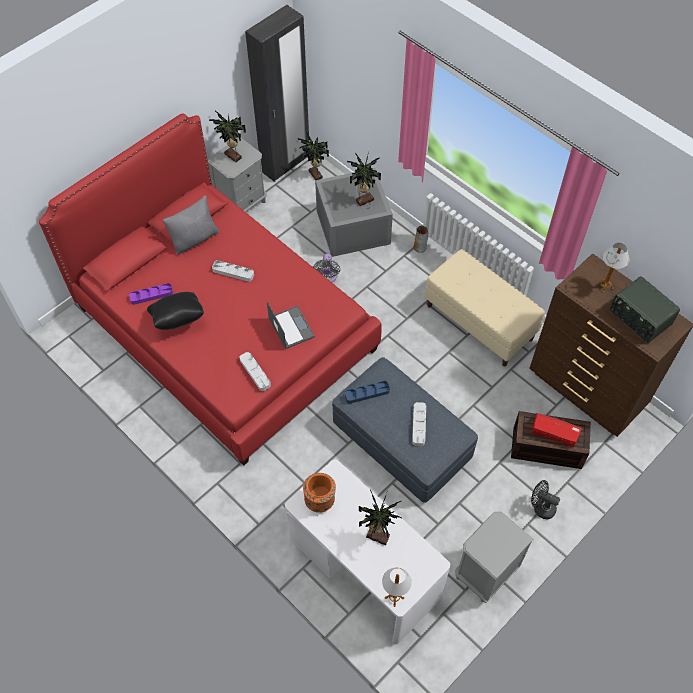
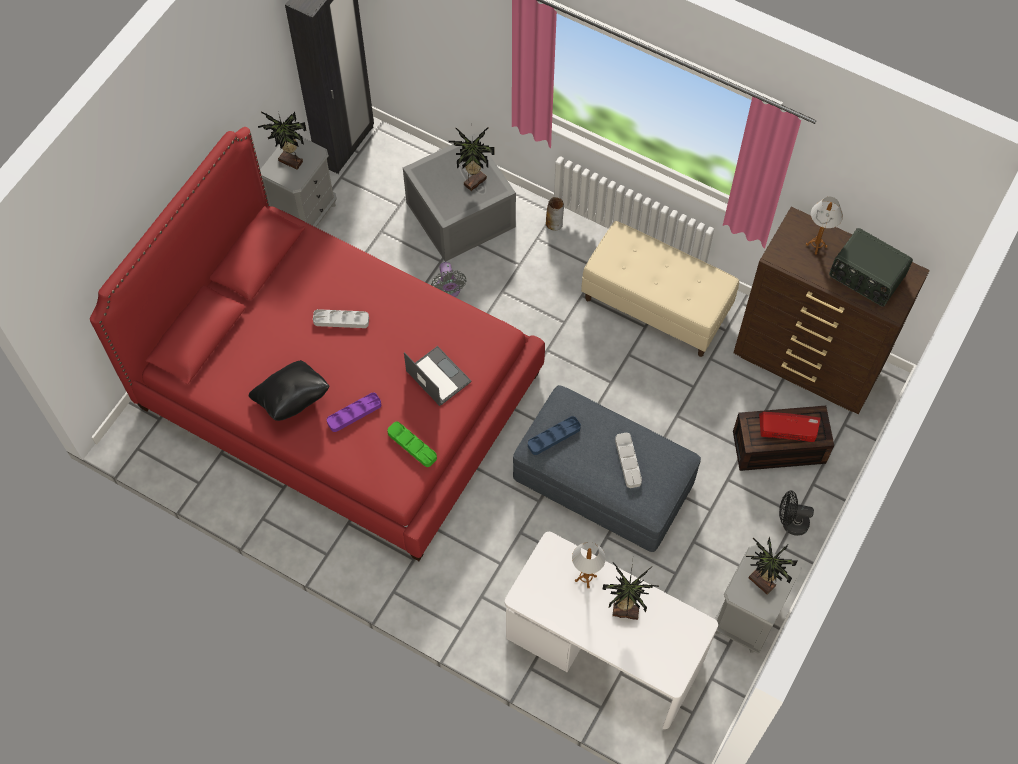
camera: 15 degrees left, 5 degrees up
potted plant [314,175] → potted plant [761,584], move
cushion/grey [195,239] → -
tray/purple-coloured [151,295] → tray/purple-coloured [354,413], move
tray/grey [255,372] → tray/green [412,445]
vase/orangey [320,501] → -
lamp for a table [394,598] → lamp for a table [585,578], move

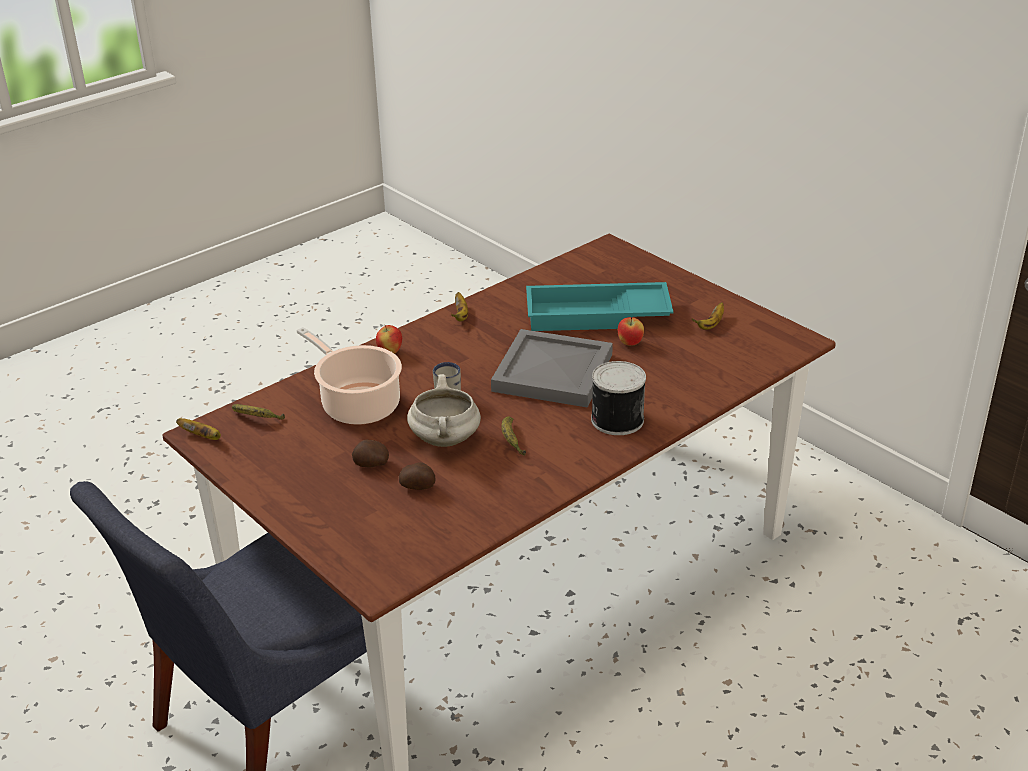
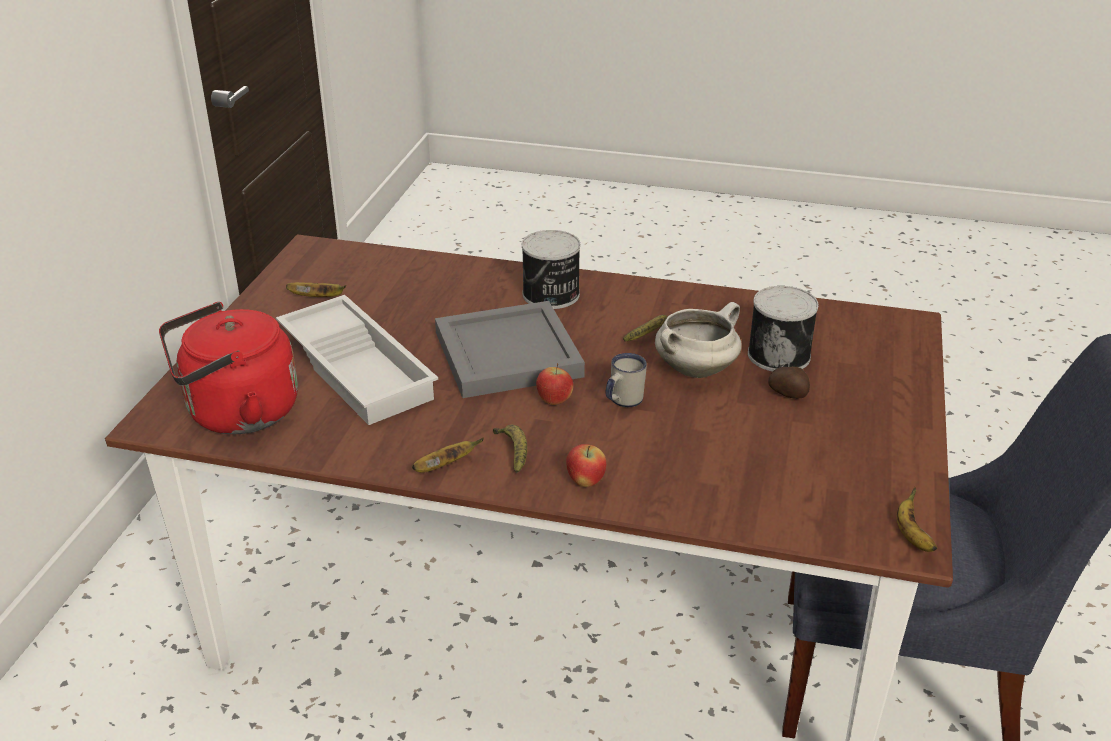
camera: 125 degrees left, 0 degrees up
tray/turquoise [596,316] → tray/whitish [360,368]
apple [630,343] → apple [554,401], move
saucepot [357,404] → -
whole banana [256,418] → whole banana [513,452], move
potato [418,487] → can [779,354]
- → kettle/reddish [236,414]

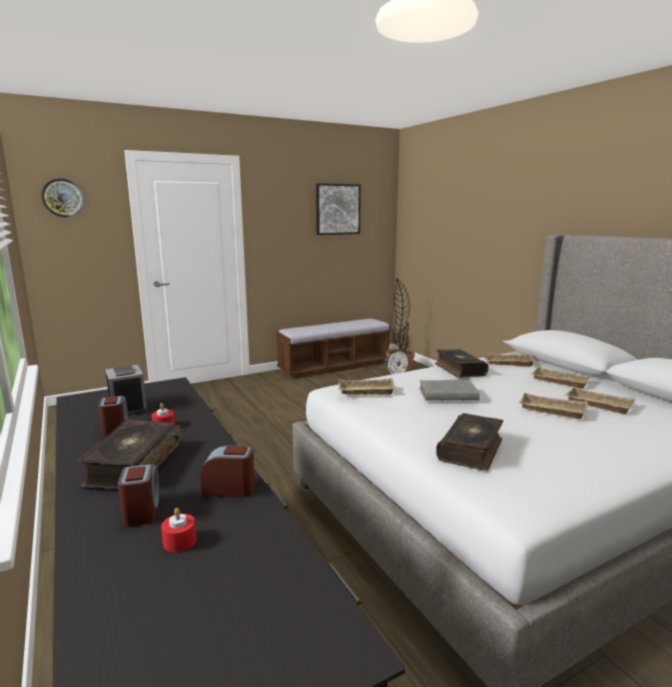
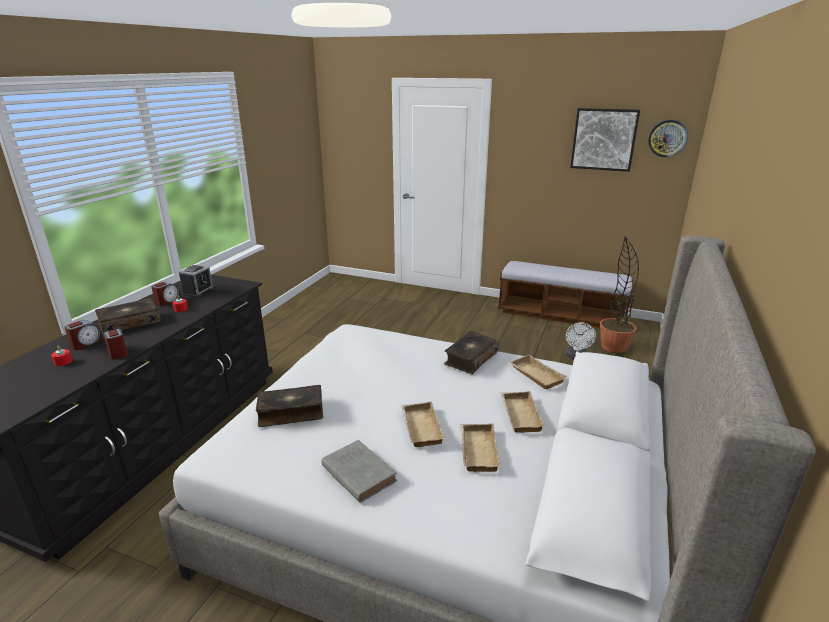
camera: 50 degrees right, 10 degrees up
wall clock [63,198] → wall clock [667,138], move
tray/beige-coloured [365,391] → -
volume/grey [446,394] → volume/grey [357,473], move

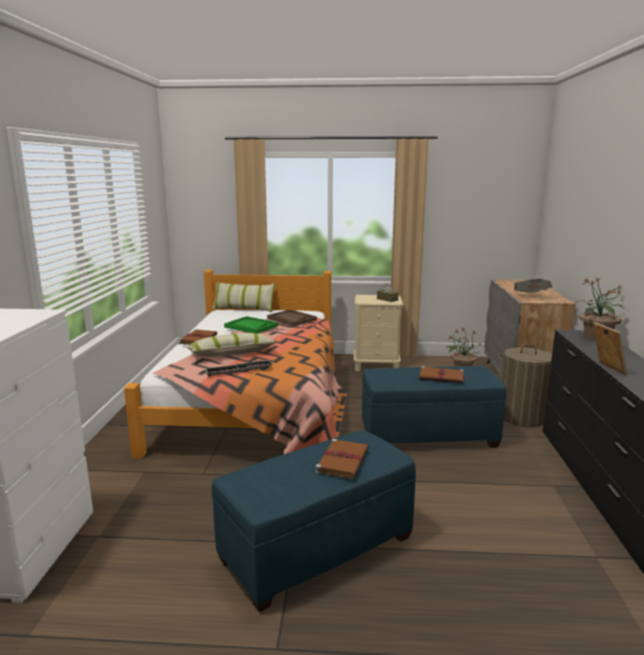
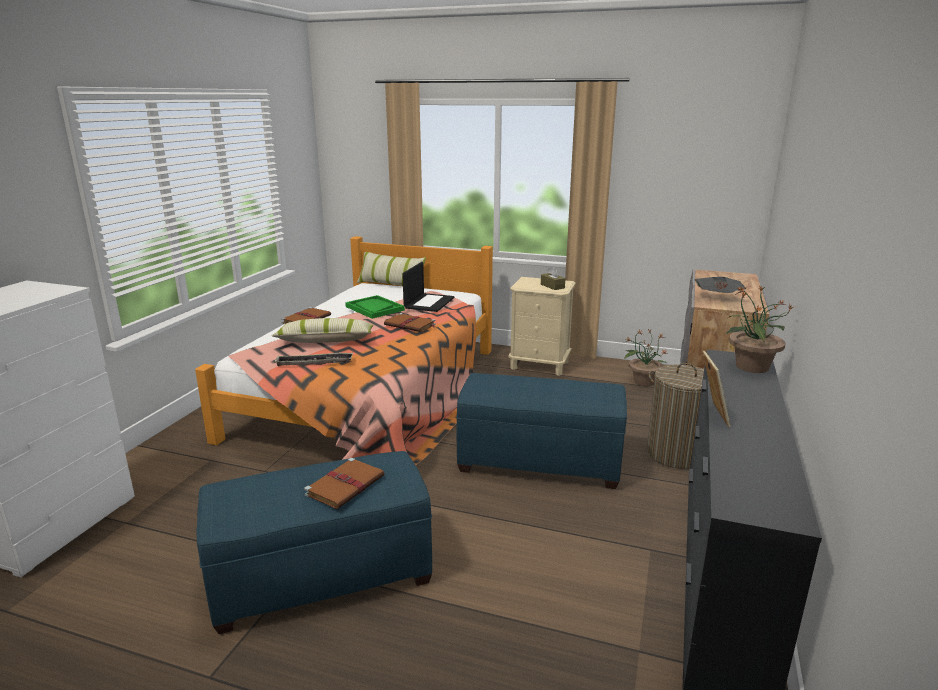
camera: 15 degrees right, 5 degrees up
tray/brownish [291,319] → portable computer [429,302]
volume/brownish [442,377] → volume/brownish [410,325], move

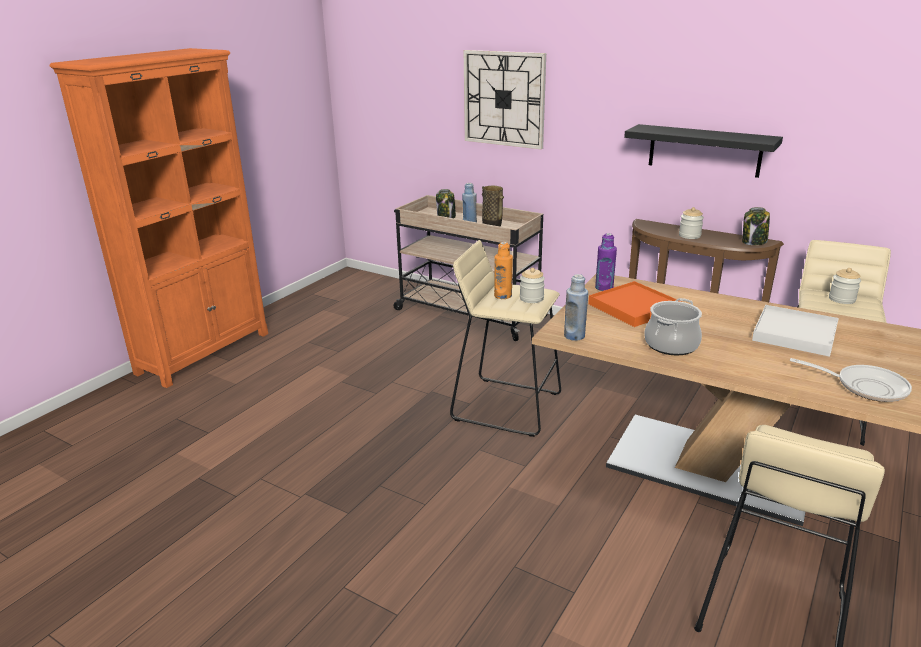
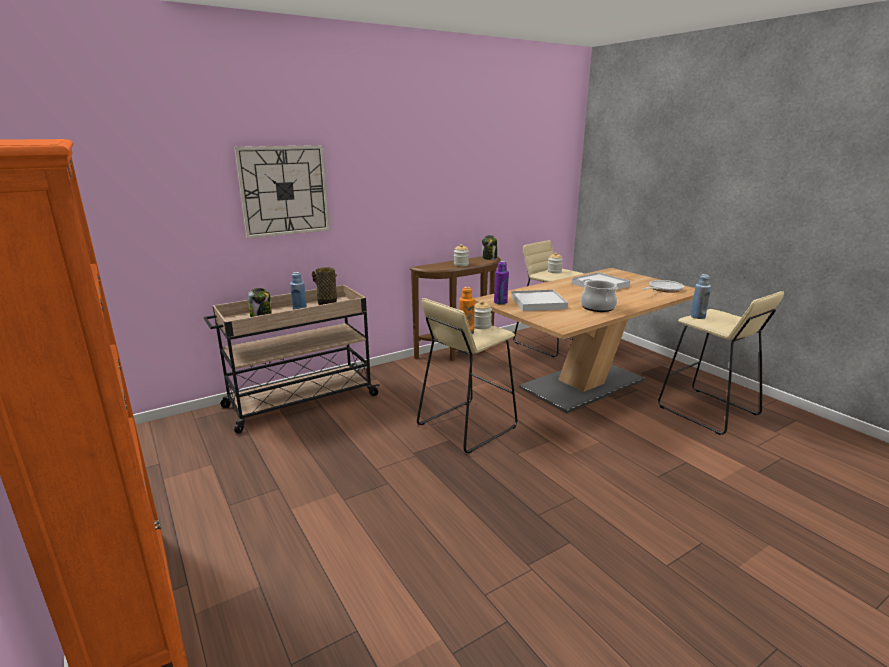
camera: 65 degrees left, 5 degrees down
shelf/black-coloured [704,150] → -
drink bottle/blue [574,336] → drink bottle/blue [697,317], move
tray/orangey [634,307] → tray/whitish [538,303]

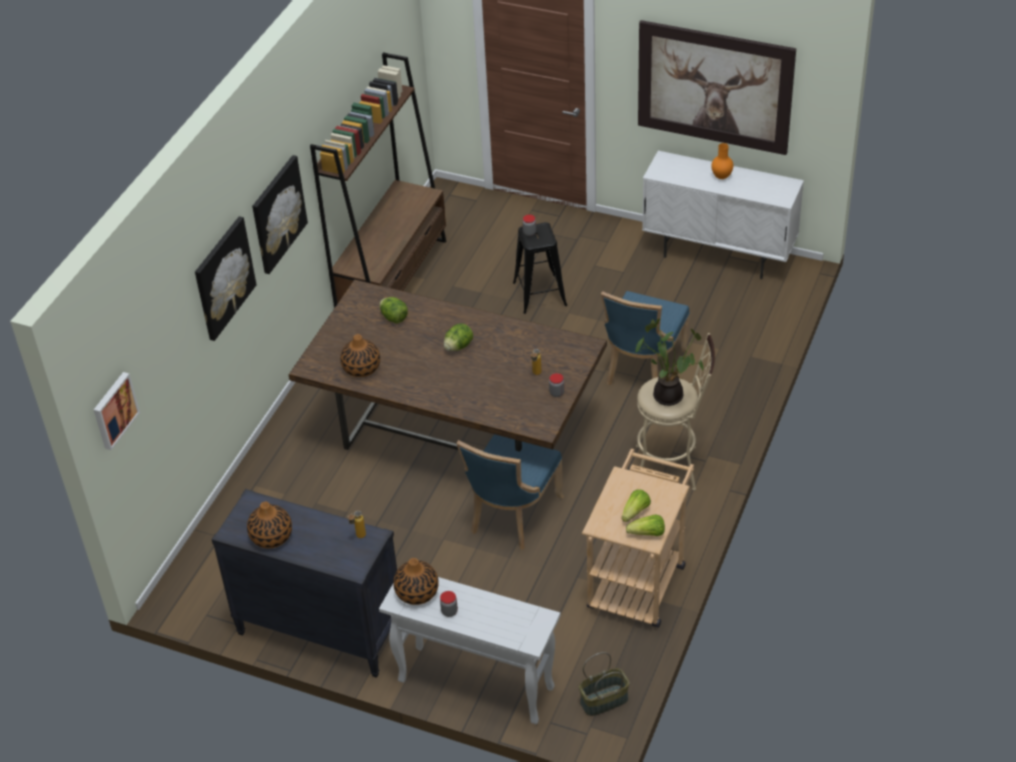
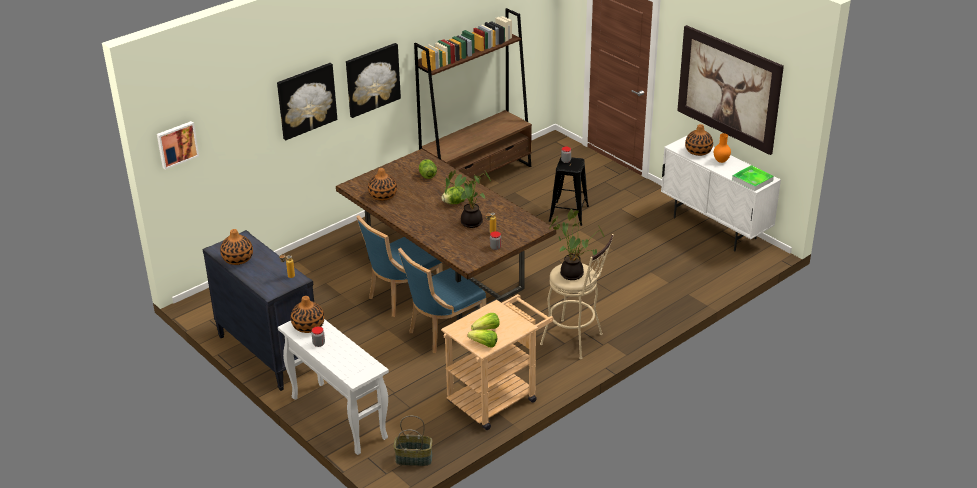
camera: 25 degrees right, 10 degrees down
chair/blue [642,369] → chair/blue [402,297], move
- → vase [698,151]
- → tray [752,180]
- → potted plant [469,222]

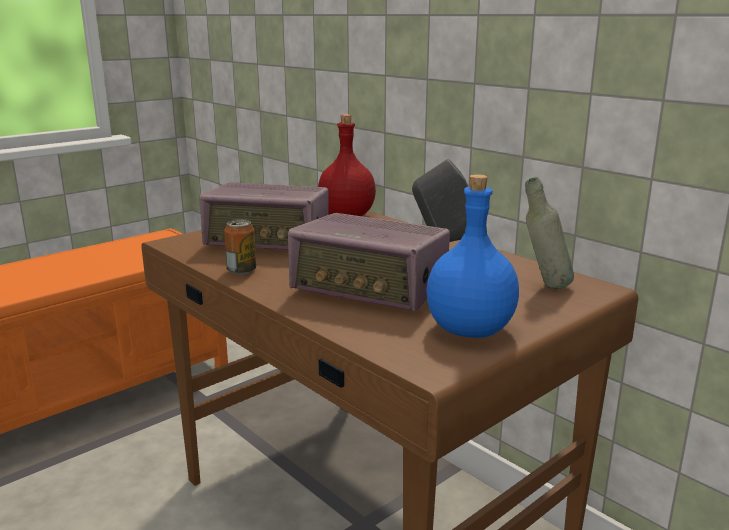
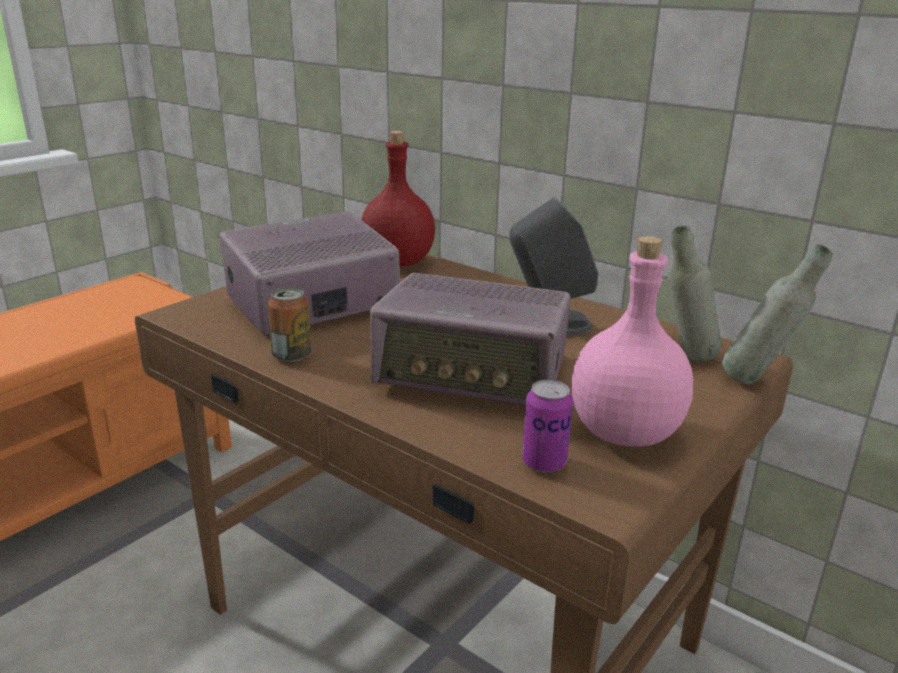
camera: 10 degrees left, 5 degrees up
drink bottle/blue [468,329] → drink bottle/pink-coloured [622,432]
radio set [269,240] → radio set [311,304], 150 degrees clockwise
- → drink bottle/grey [758,383]
- → can [544,462]

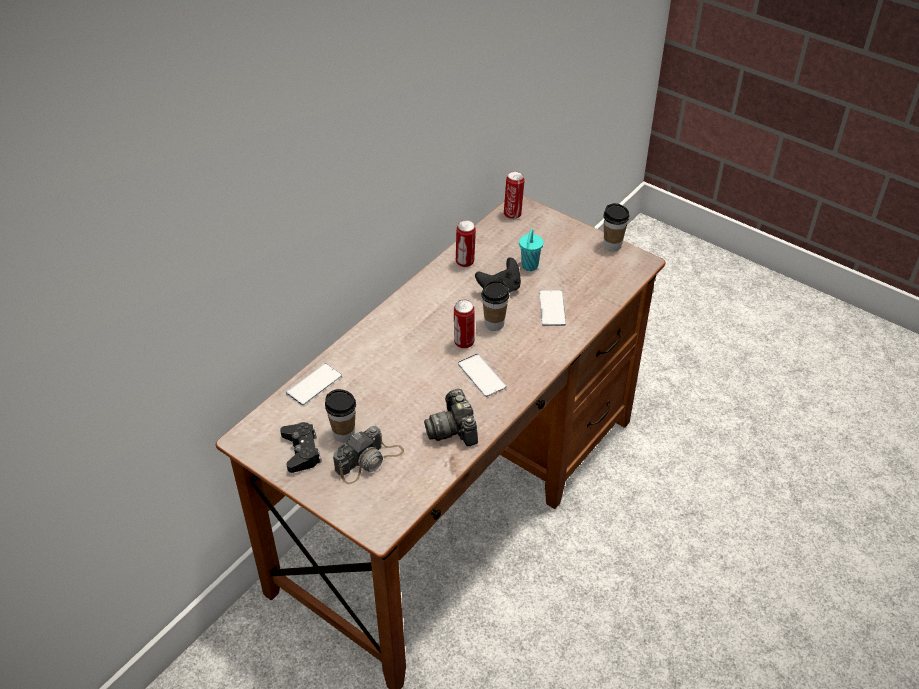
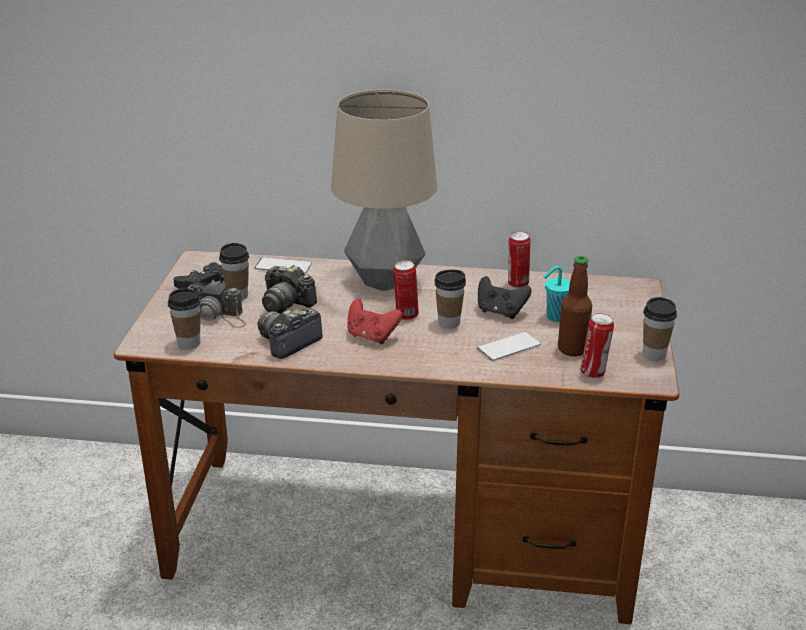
camera: 60 degrees right, 15 degrees down
can [513,214] → can [594,372], move
handset [481,375] → gamepad/reddish [371,336]
- → lamp for a table [384,280]
- → drink bottle [572,349]
- → still camera [286,303]
- → small cup [189,343]

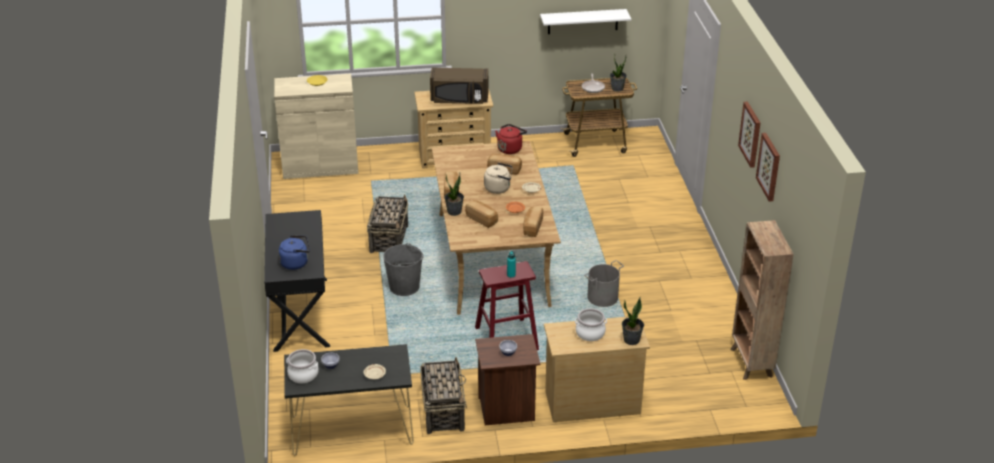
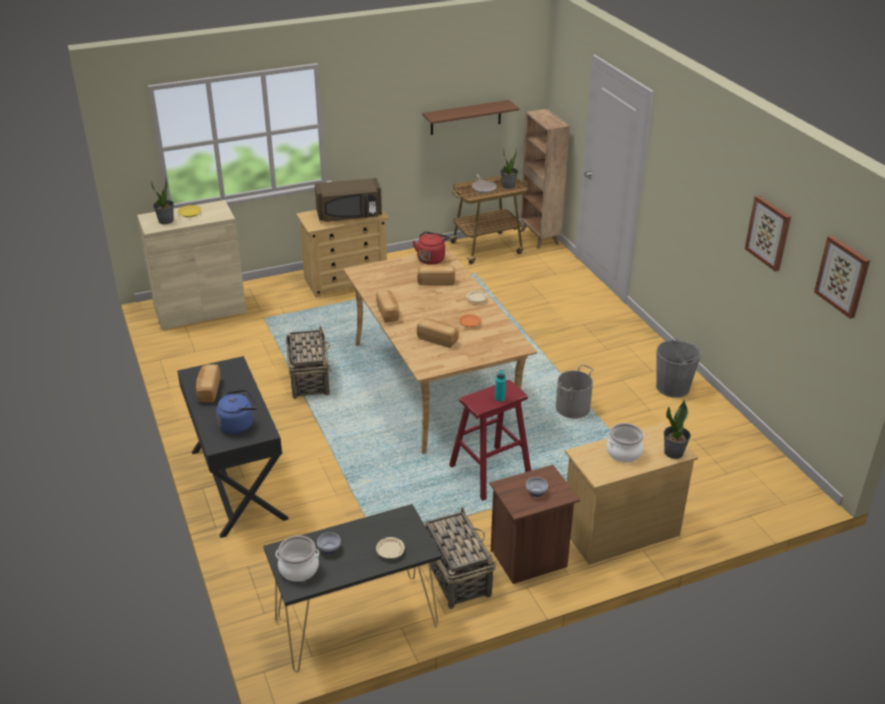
camera: 15 degrees left, 0 degrees up
shelf/whitish [583,21] → shelf/brownish [466,117]
wall picture [751,134] → wall picture [843,276], move
kettle/beige-coloured [499,188] → -
potted plant [454,212] → potted plant [166,221], move
bread [532,227] → bread [208,391], move
bookshelf/brownish [751,363] → bookshelf/brownish [539,238], move
bucket/grey [404,287] → bucket/grey [673,387], move

